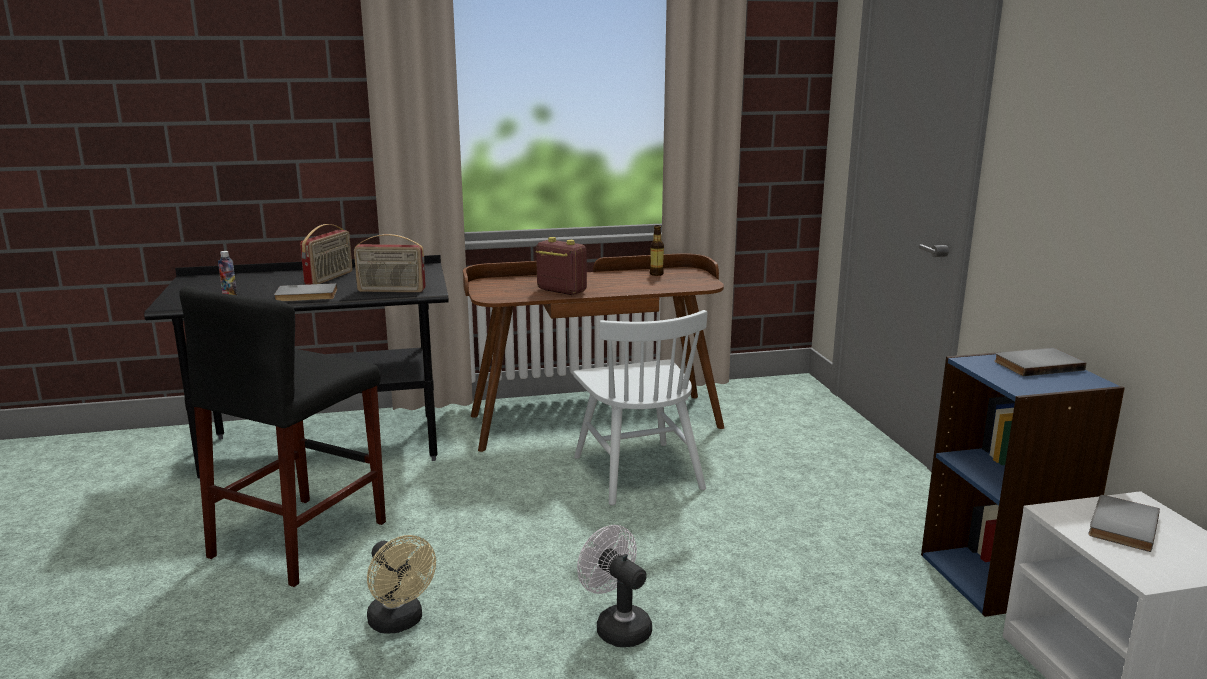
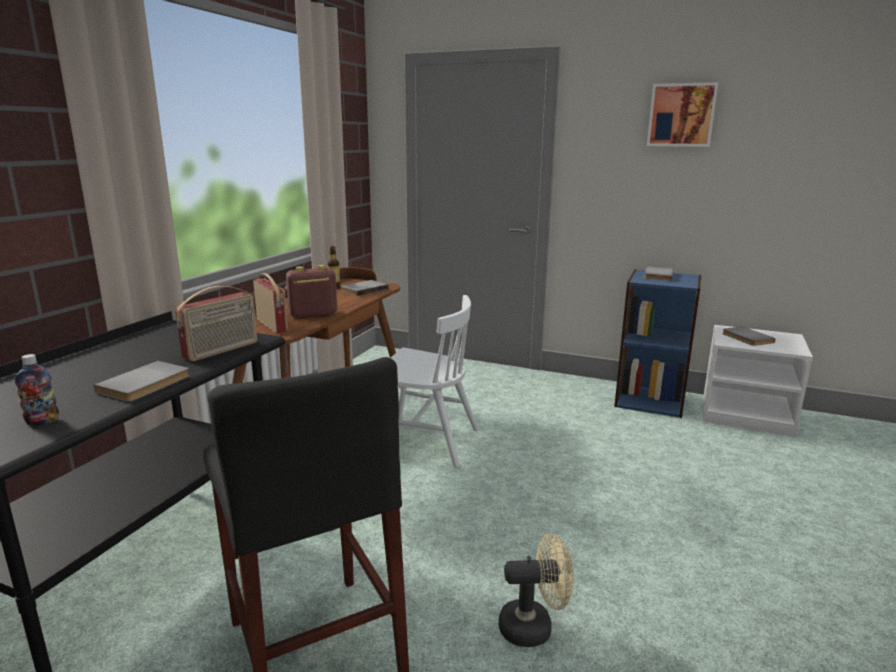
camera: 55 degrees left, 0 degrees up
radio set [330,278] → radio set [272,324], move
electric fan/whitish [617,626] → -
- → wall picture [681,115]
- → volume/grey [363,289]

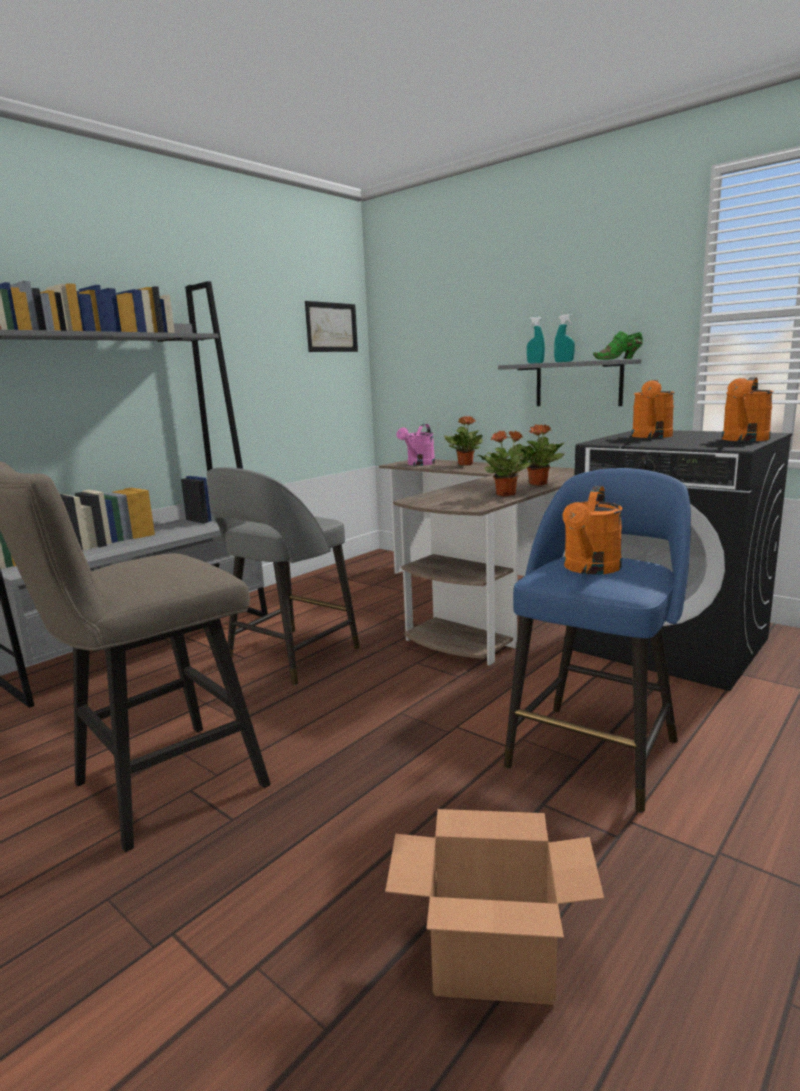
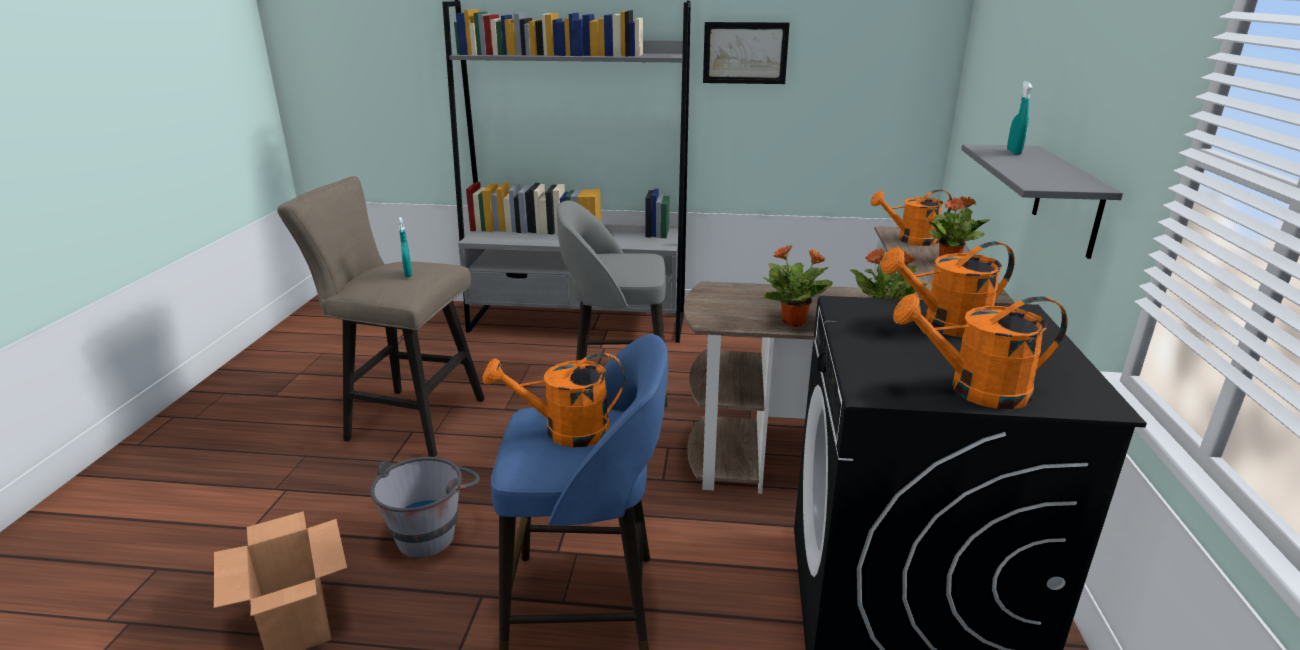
camera: 55 degrees right, 10 degrees up
wall picture [331,327] → wall picture [745,53], move
hand sprayer/turquoise [564,362] → hand sprayer/turquoise [408,274], move
shoe/green [619,359] → -
watering can/pink-coloured [418,464] → watering can/orangey [910,240]
- → bucket/grey [432,531]

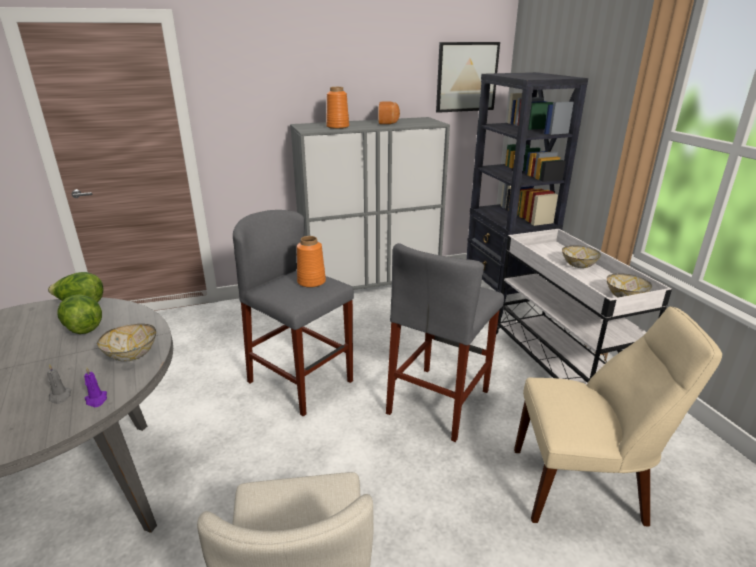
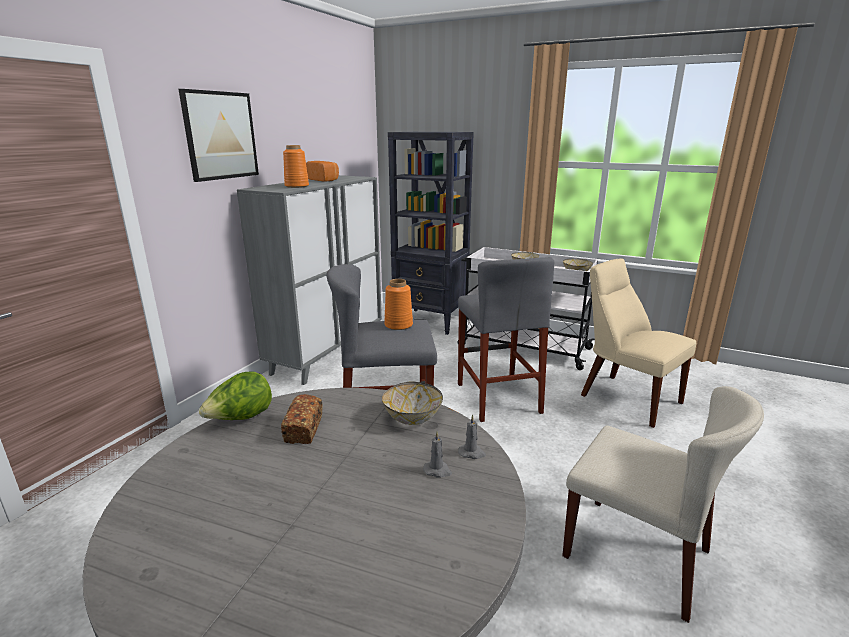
camera: 45 degrees left, 5 degrees down
wall picture [466,77] → wall picture [220,135], move
lettuce head [83,327] → bread [304,429]
chair/beige-coloured [583,486] → chair/beige-coloured [626,397], 90 degrees counterclockwise
wax light/purple-coloured [96,400] → wax light/grey [472,453]

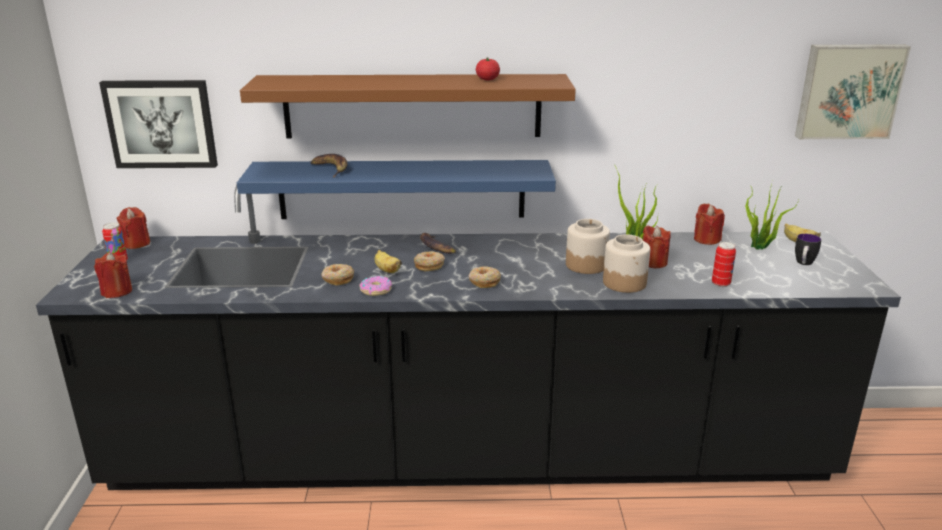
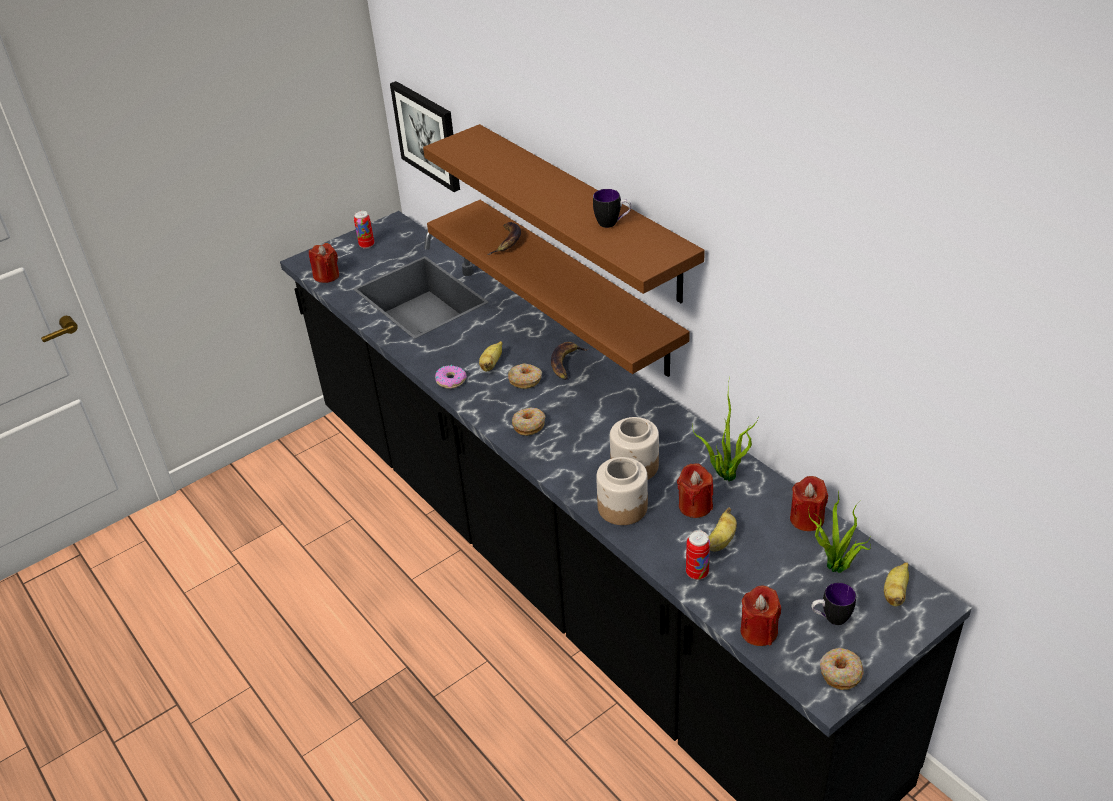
camera: 55 degrees right, 15 degrees up
wall picture [848,91] → -
fresh tomato [487,79] → tea mug [612,223]
shelf/blue [402,189] → shelf/brownish [577,287]
wax light/reddish [136,243] → wax light/reddish [758,631], move
donut [337,279] → donut [840,673], move
- → whole banana [720,541]

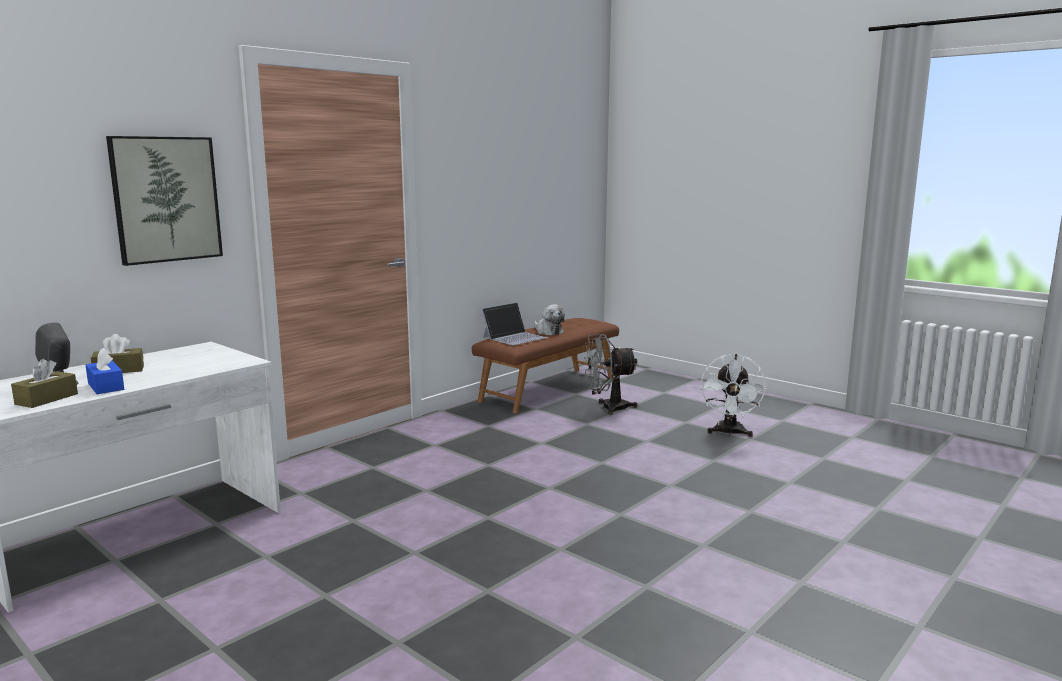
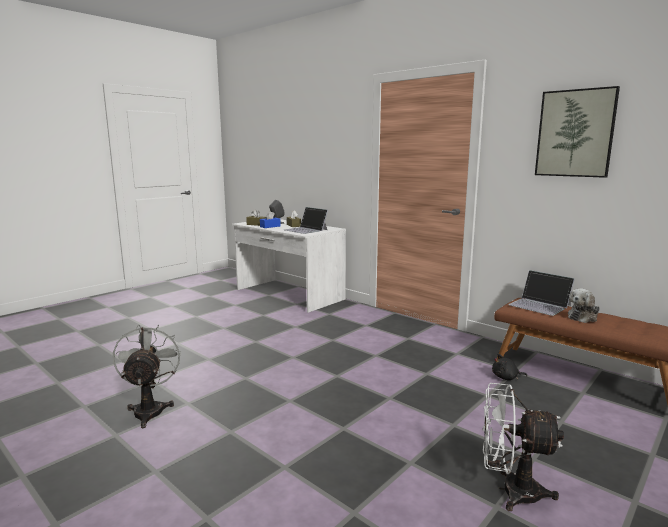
camera: 90 degrees right, 0 degrees up
wall picture [166,199] → wall picture [575,133], move
electric fan/grey [608,408] → electric fan/grey [150,409], move
- → portable computer [306,230]
- → soft toy/black-coloured [506,378]

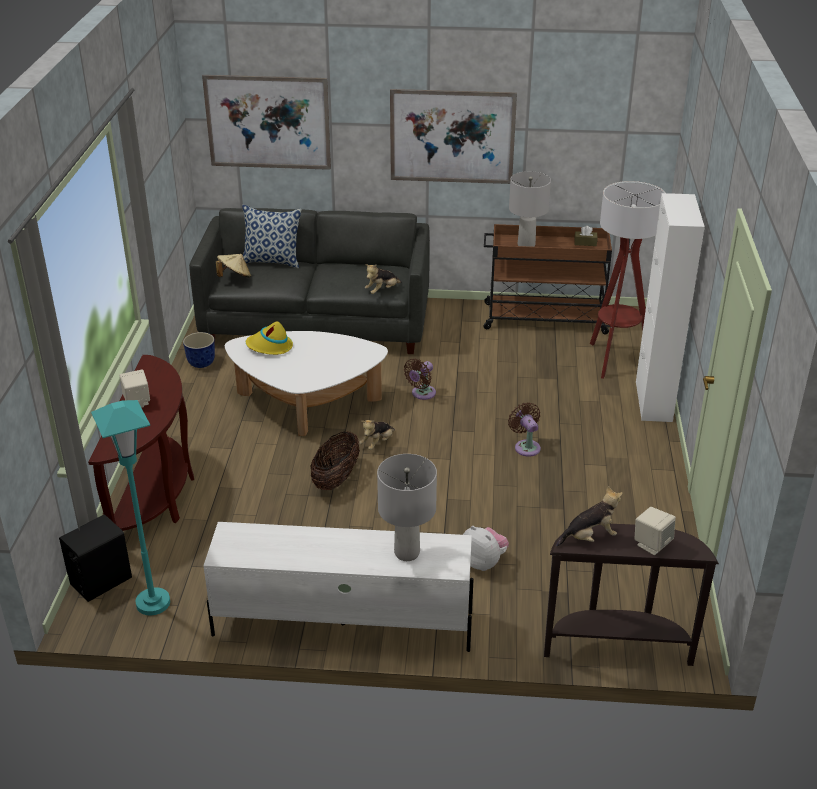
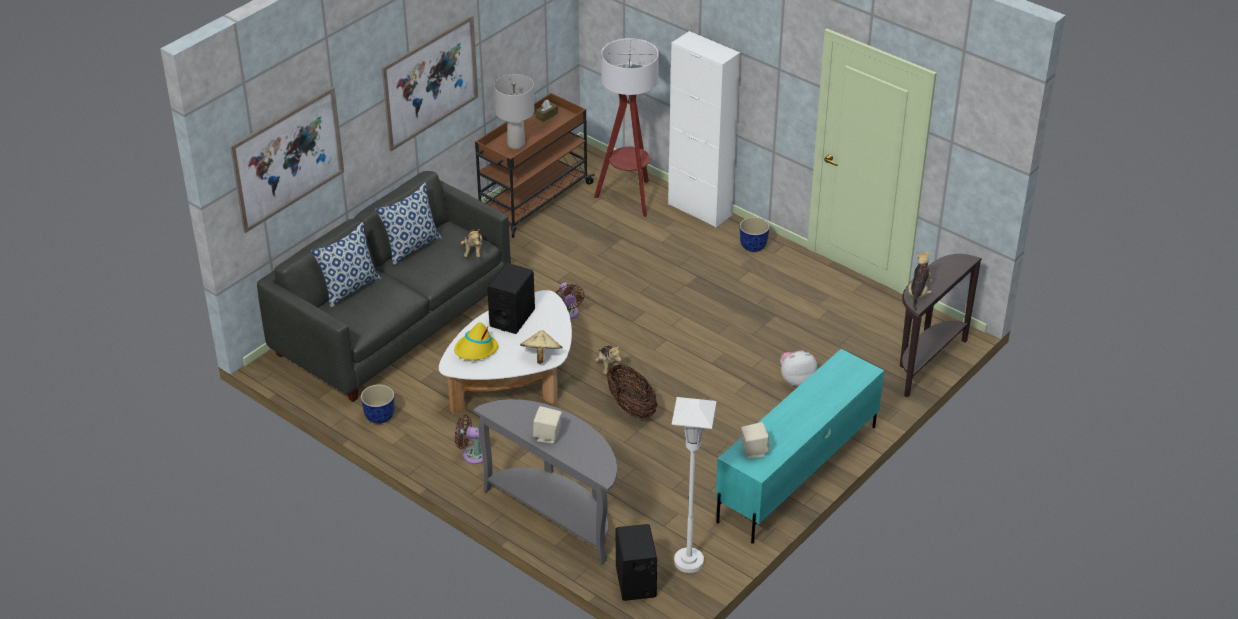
camera: 55 degrees left, 5 degrees up
clothing hat/beige-coloured [234,277] → clothing hat/beige-coloured [541,356], move
narrow table/brownish [157,497] → narrow table/grey [557,514]
standing lamp/turquoise [153,603] → standing lamp/whitish [688,561]
electric fan/brownish [526,446] → electric fan/brownish [472,454], move
lamp for a table/grey [406,553] → -
audio speaker/beige-coloured [652,544] → audio speaker/beige-coloured [753,451], move
media console/whitish [341,623] → media console/turquoise [796,474]
- → cushion [411,247]
- → planter [752,246]
- → audio speaker/black-coloured [512,318]

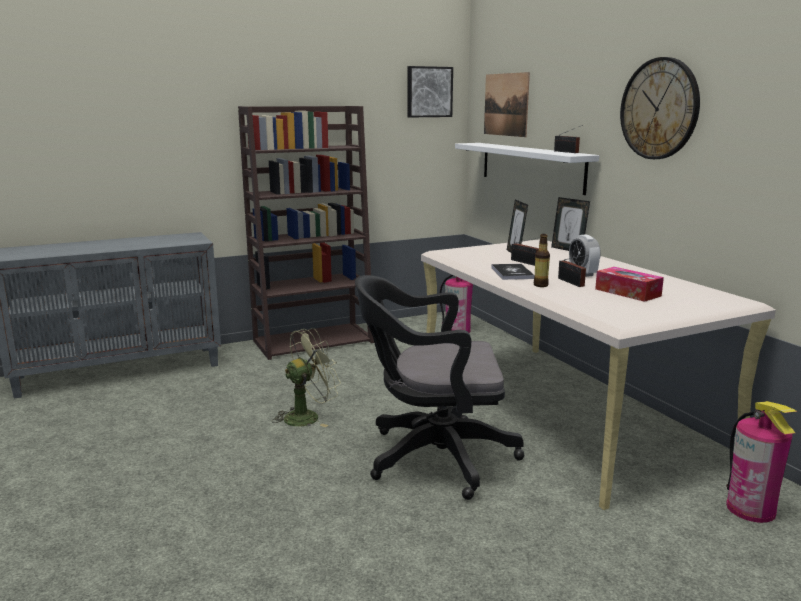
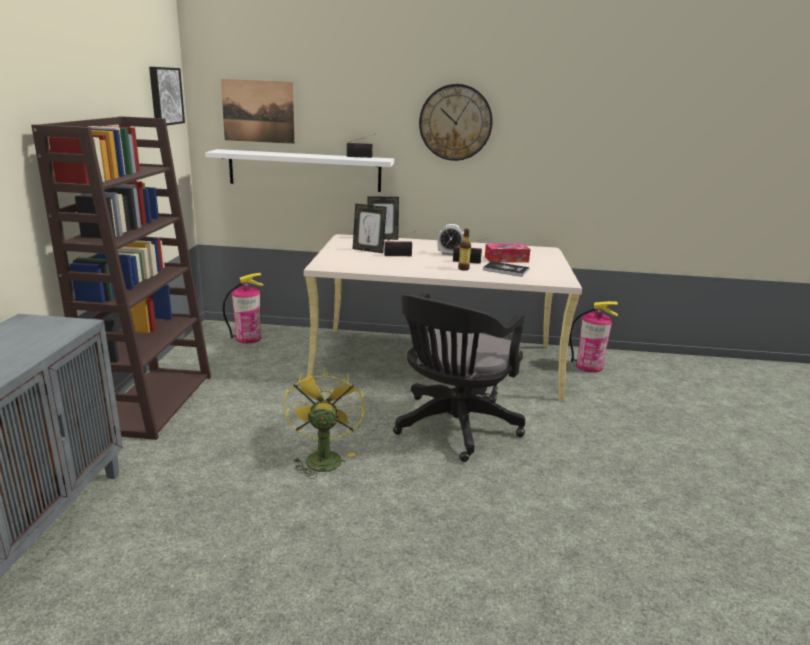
camera: 60 degrees left, 5 degrees up
volume [512,273] → volume [506,270], move
electric fan/green [308,416] → electric fan/yellowish [322,457]

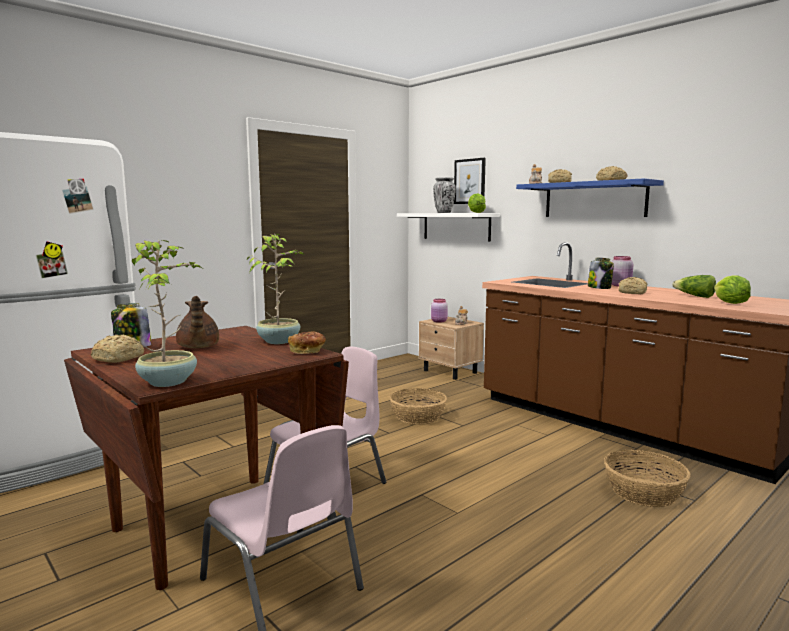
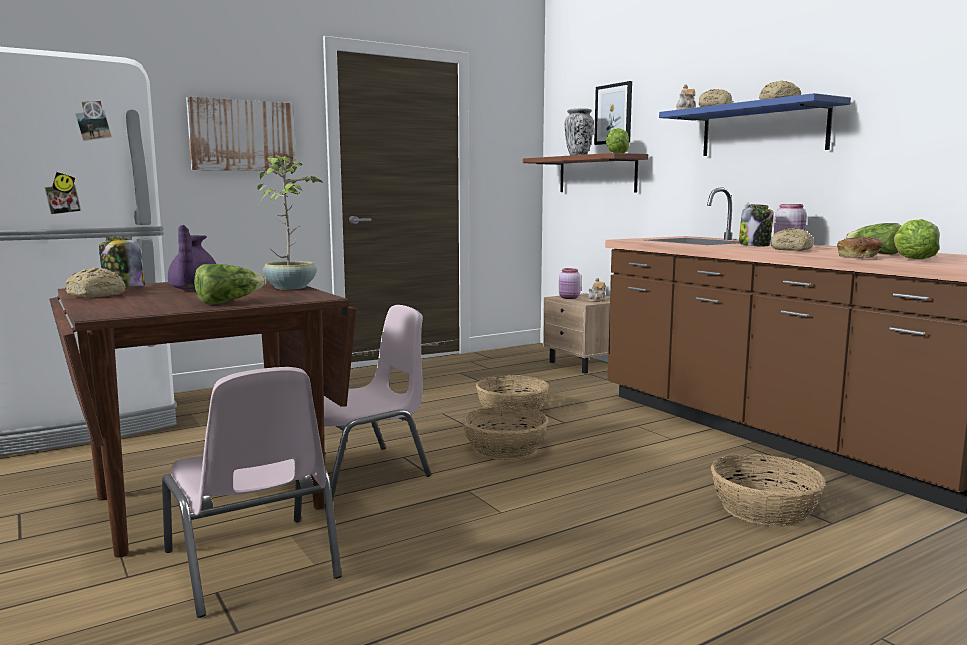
camera: 10 degrees right, 0 degrees up
shelf/whitish [456,226] → shelf/brownish [597,174]
potted plant [169,381] → -
tea pot/brownish [197,347] → tea pot/purple-coloured [193,289]
bread [307,351] → bread [859,257], move
- → wall picture [242,135]
- → lettuce head [228,302]
- → household basket [505,448]

